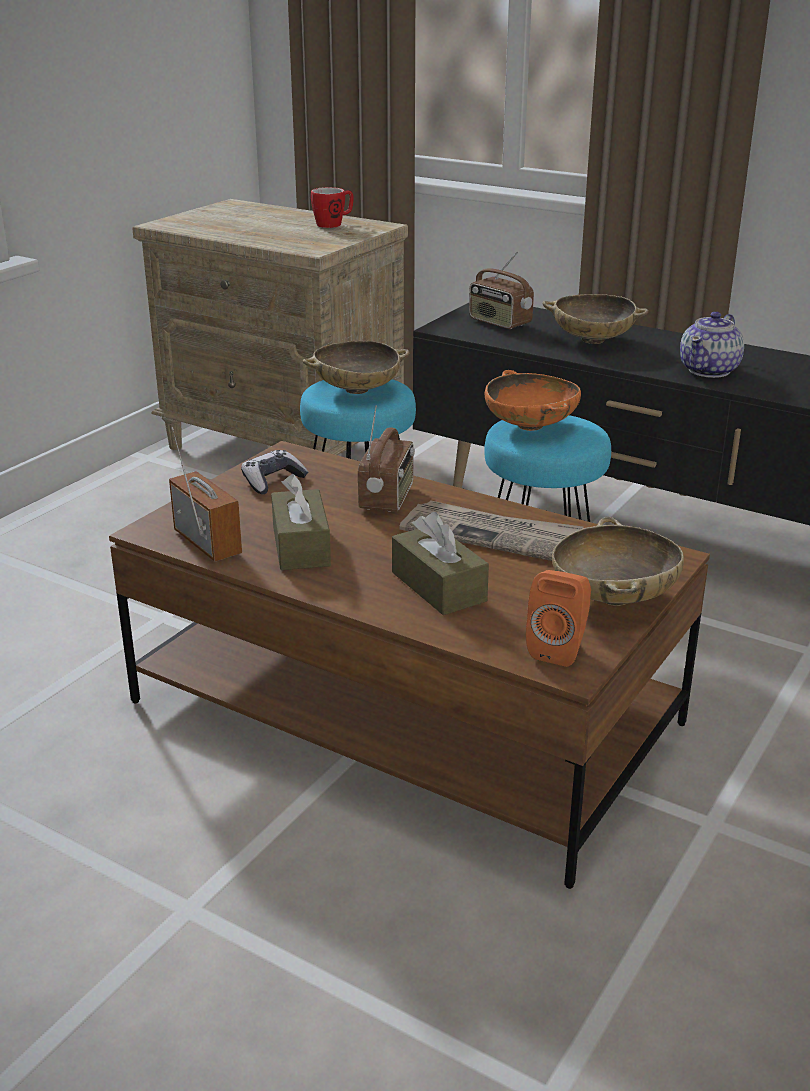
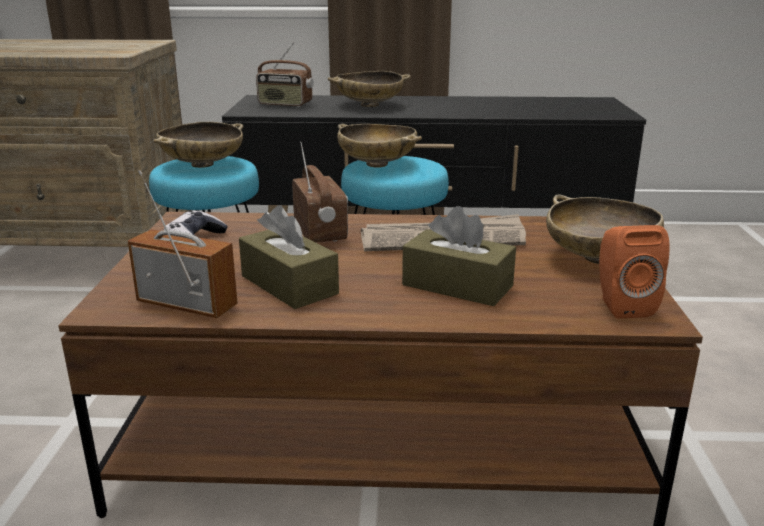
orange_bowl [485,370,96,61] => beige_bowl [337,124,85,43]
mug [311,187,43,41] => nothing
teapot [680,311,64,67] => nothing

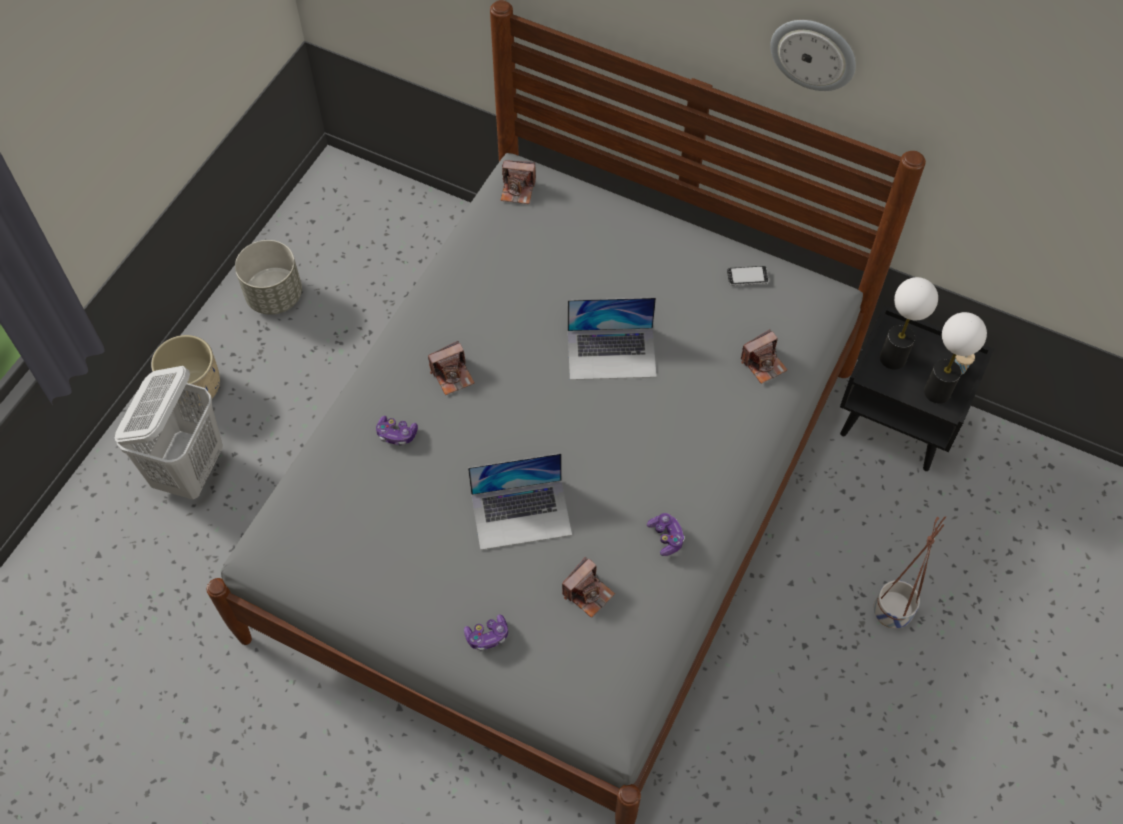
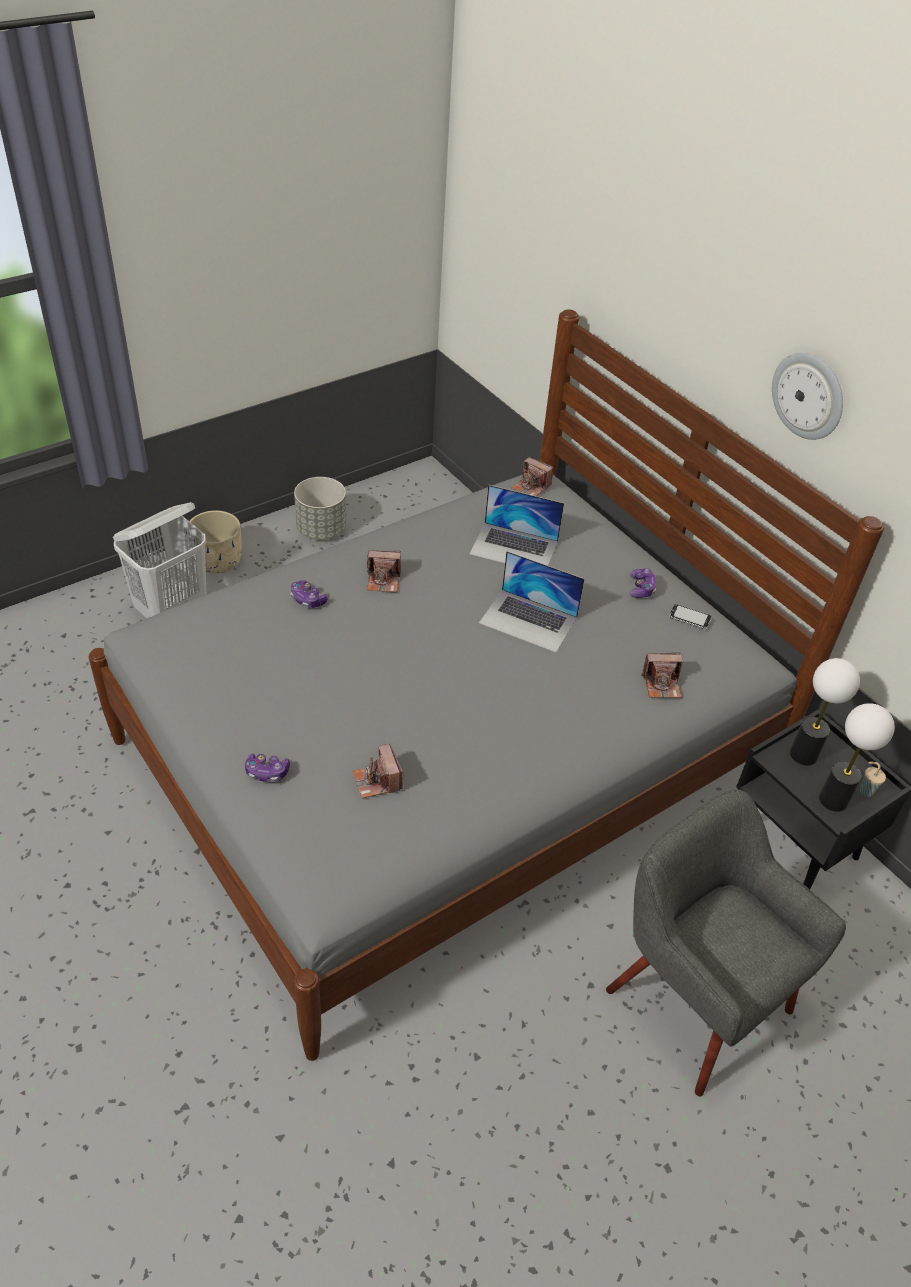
photo_camera [562,557,53,61] => photo_camera [353,744,50,55], 90 degrees clockwise
laptop [468,453,104,97] => laptop [469,485,95,80], moved
planter [874,516,72,112] => grey_armchair [606,789,240,307]
game_controller [647,513,38,43] => game_controller [630,568,26,30], moved

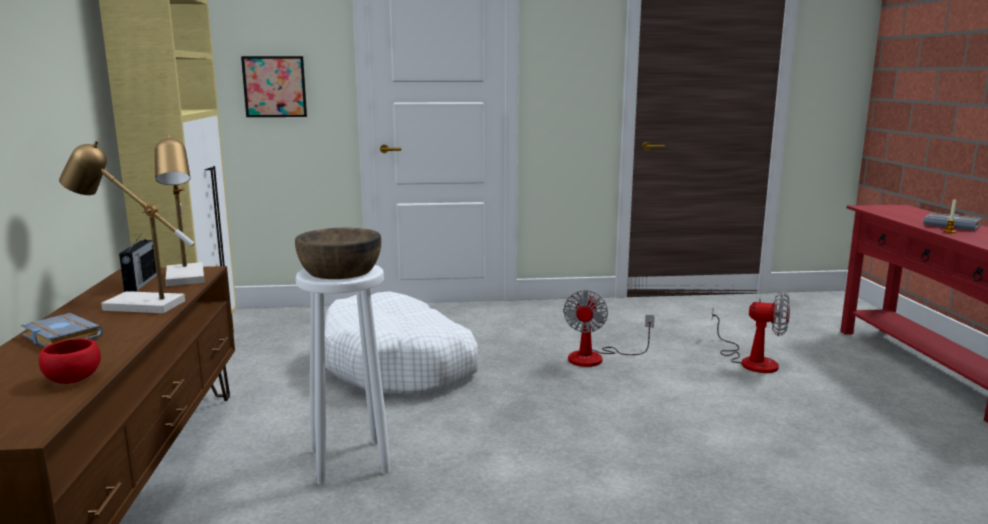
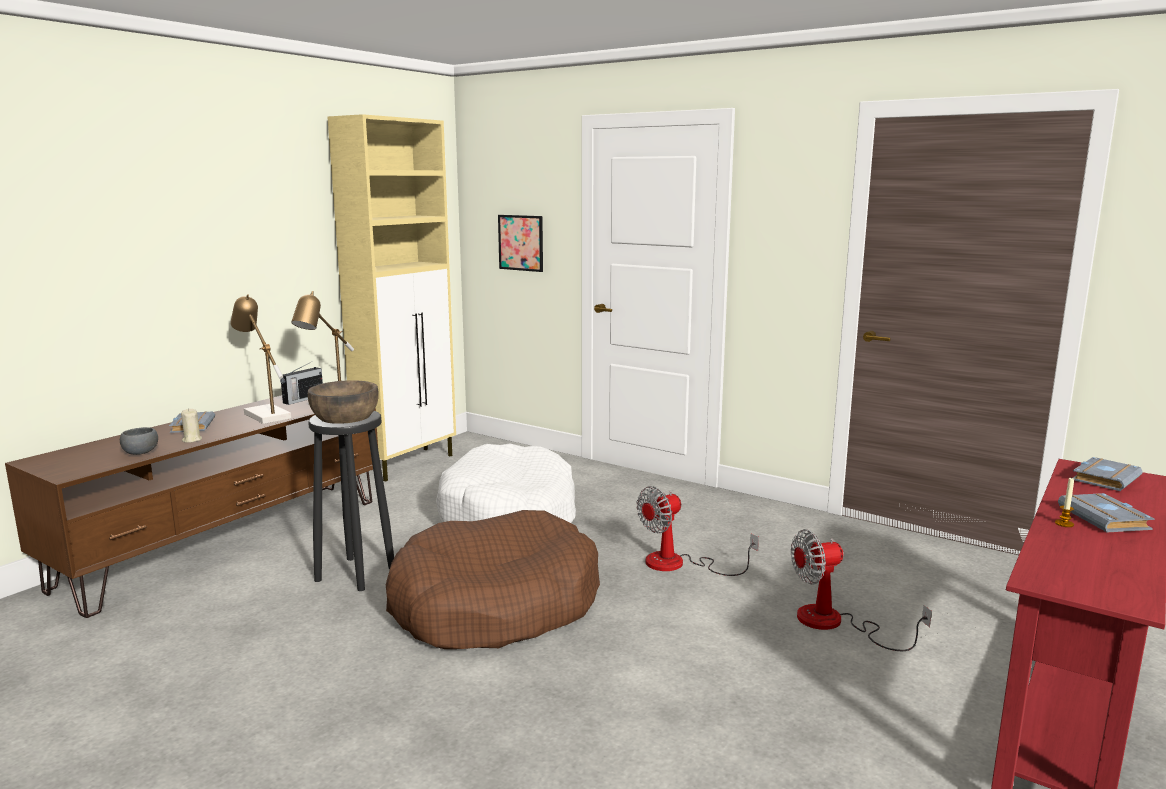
red_bowl [39,338,62,46] => grey_bowl [120,427,38,28]
nothing => beige_candle [181,408,21,35]
white_stool [296,265,94,220] => black_stool [308,411,86,180]
nothing => brown_dog_bed [386,510,214,139]
fan [712,292,78,81] => fan [791,529,141,122], 105 degrees clockwise
nothing => grey_book [1073,457,70,34]

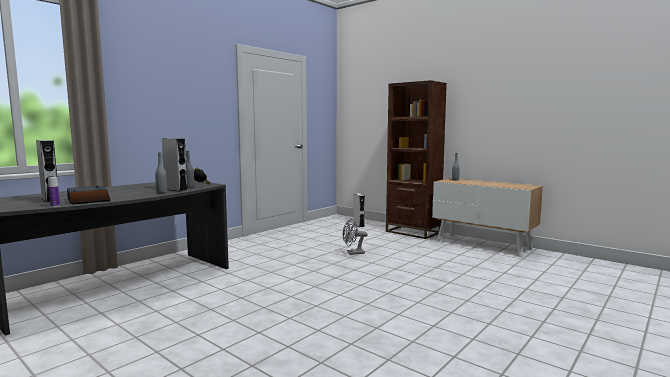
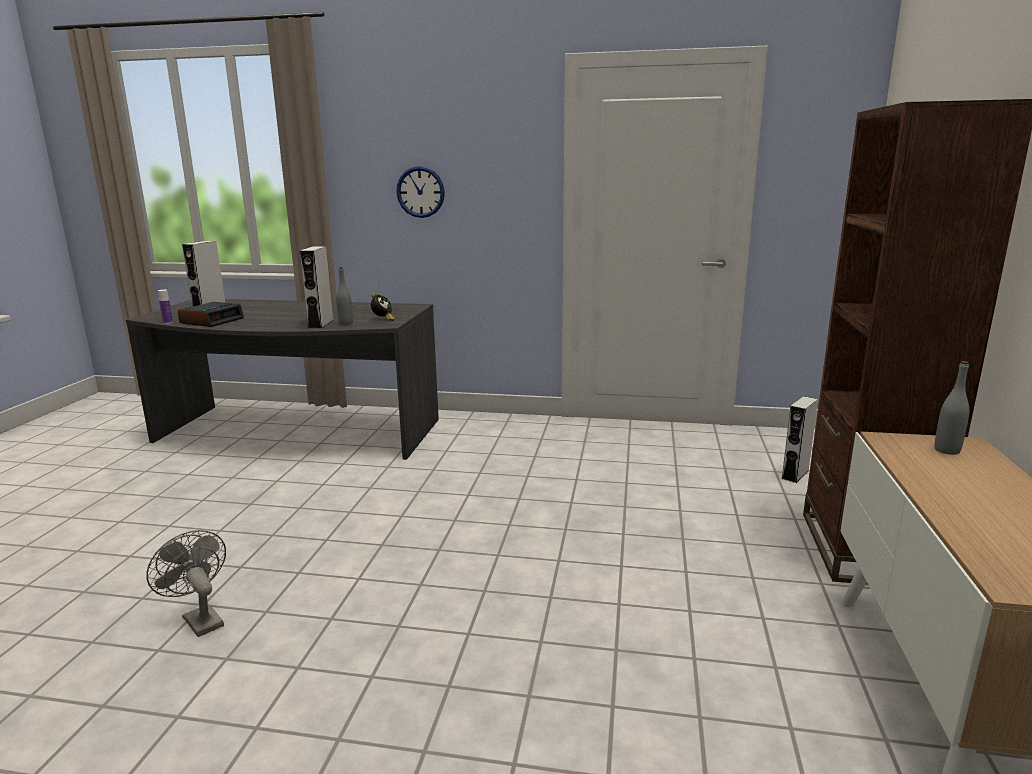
grey_fan [342,219,26,36] => grey_fan [146,530,80,107], moved
nothing => wall_clock [396,166,49,52]
grey_bottle [155,153,12,40] => nothing

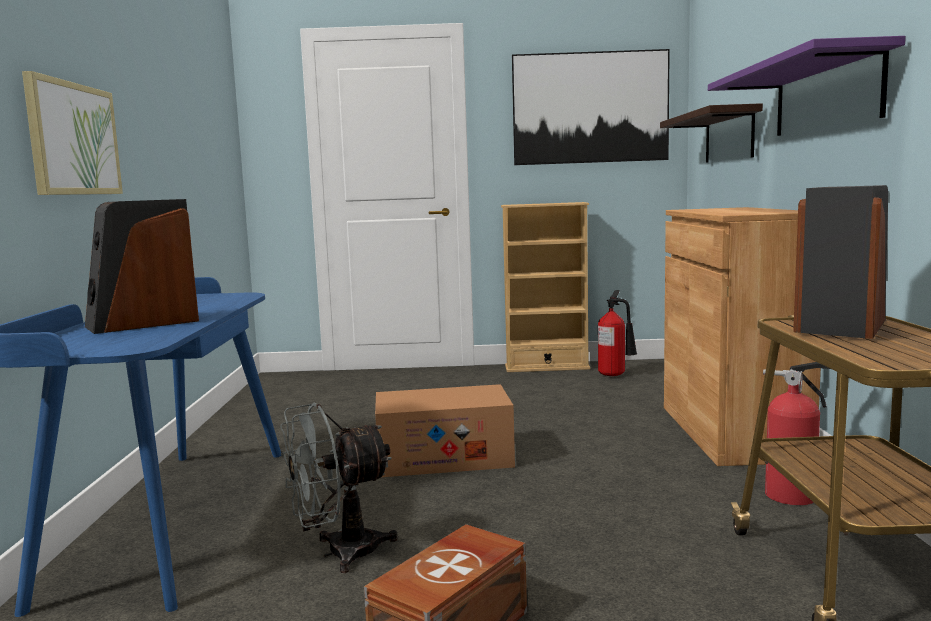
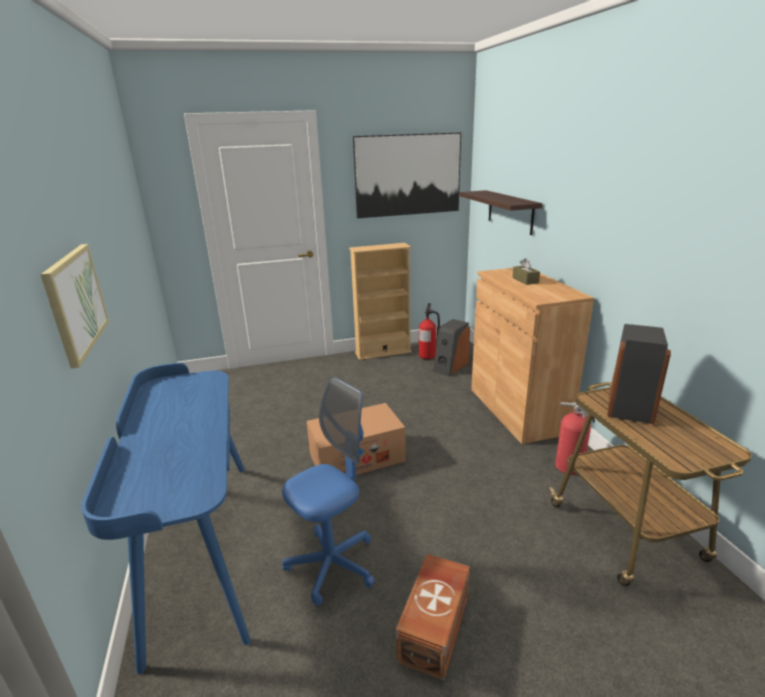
grey_fan [280,403,118,170] => blue_office_chair [282,377,93,229]
speaker [85,199,114,135] => speaker [433,319,37,57], moved
nothing => brown_tissue_box [512,258,28,27]
purple_shelf [708,36,198,100] => nothing

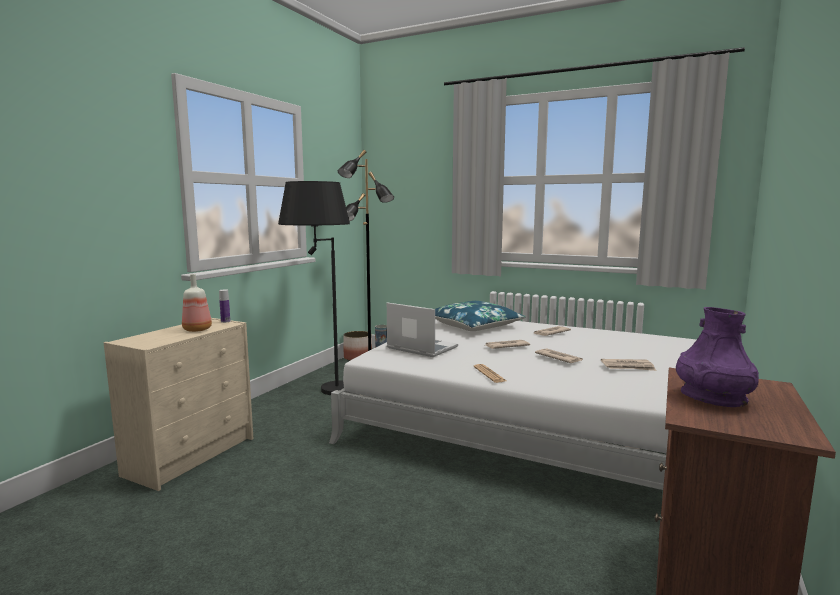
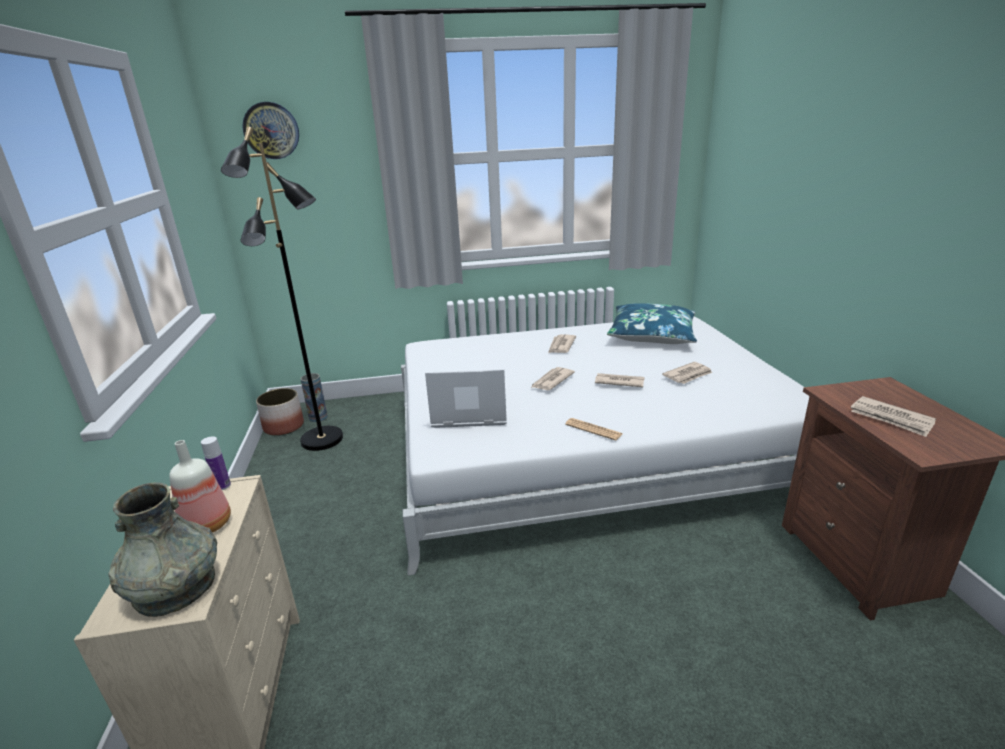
nothing => grey_vase [108,482,109,135]
nothing => wall_clock [242,102,57,57]
blue_pillow [435,301,91,30] => blue_pillow [607,303,90,41], moved
purple_vase [676,307,83,100] => newspaper [851,396,85,41]
black_floor_lamp [278,181,72,214] => nothing

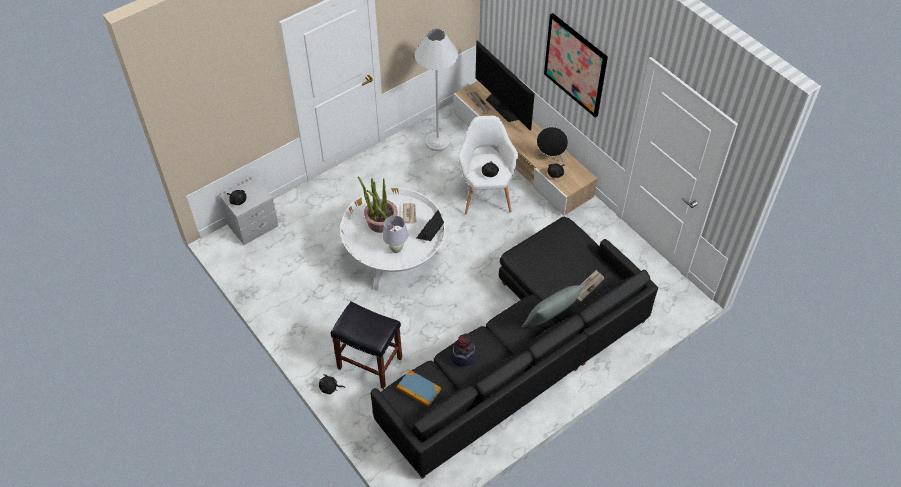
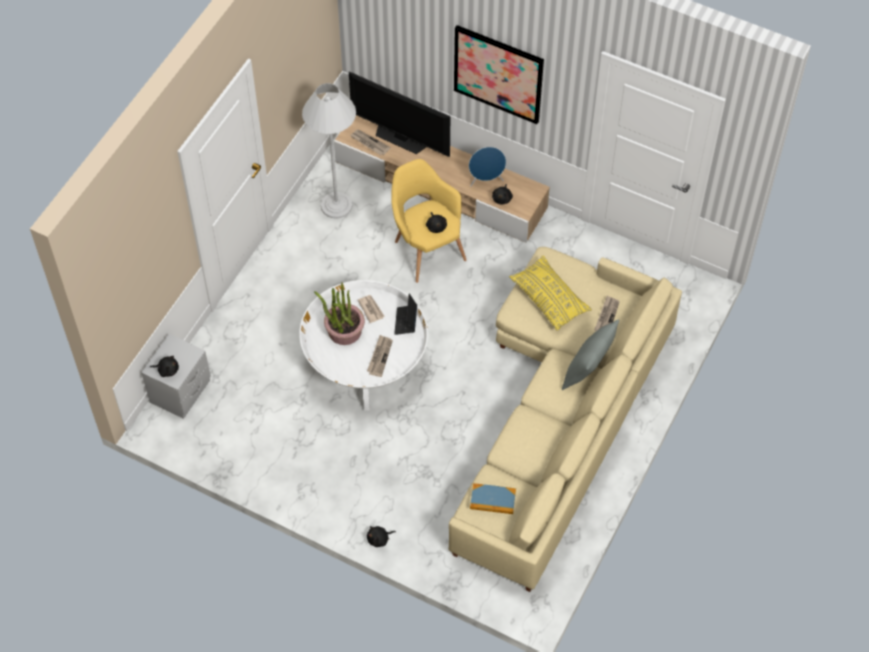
white_table_lamp [382,215,26,38] => newspaper [367,335,26,42]
white_armchair [458,116,60,98] => yellow_armchair [391,159,75,124]
black_sofa [370,216,288,263] => beige_sofa [449,247,233,345]
black_speaker [536,127,32,35] => blue_speaker [469,147,37,40]
nothing => yellow_pillow [509,256,83,74]
black_stool [331,301,71,88] => nothing
hat [450,333,27,33] => nothing

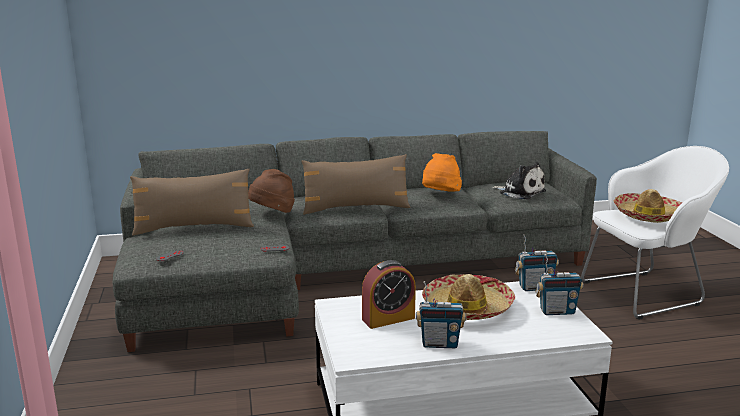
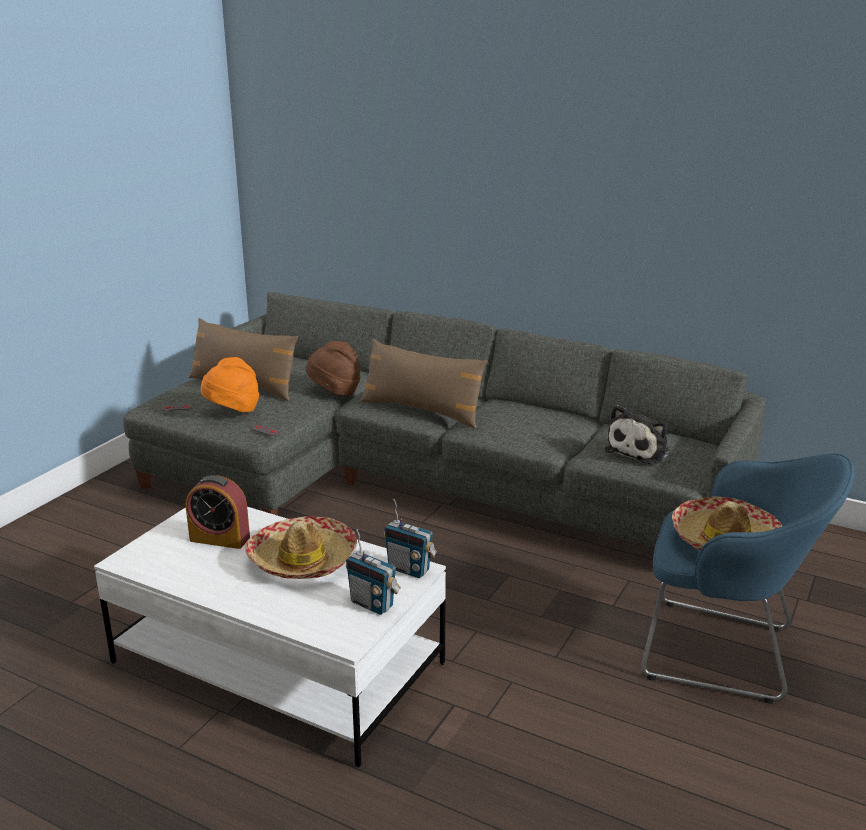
orange_hat [422,153,40,39] => orange_hat [201,357,58,55], moved
plush_toy [492,162,54,37] => plush_toy [605,405,65,59], 45 degrees clockwise
white_armchair [581,146,148,174] => blue_armchair [641,453,213,251]
radio [416,281,50,67] => nothing

